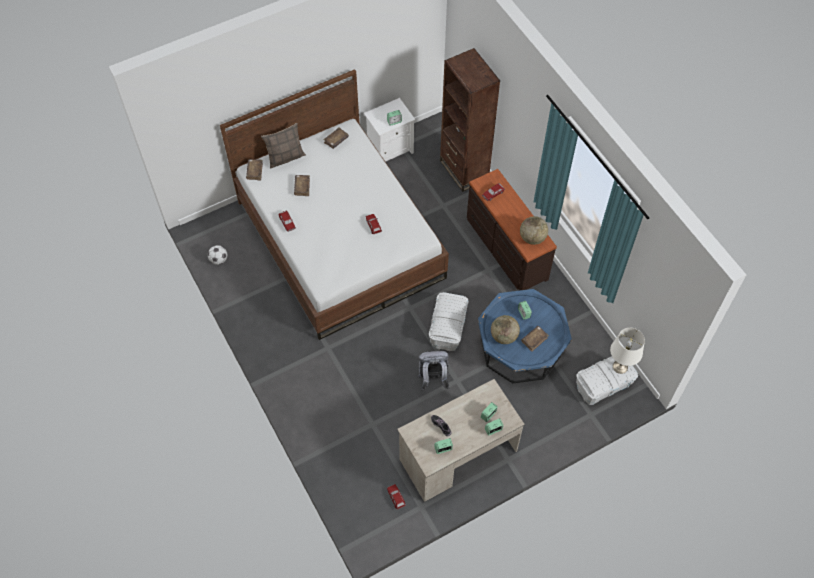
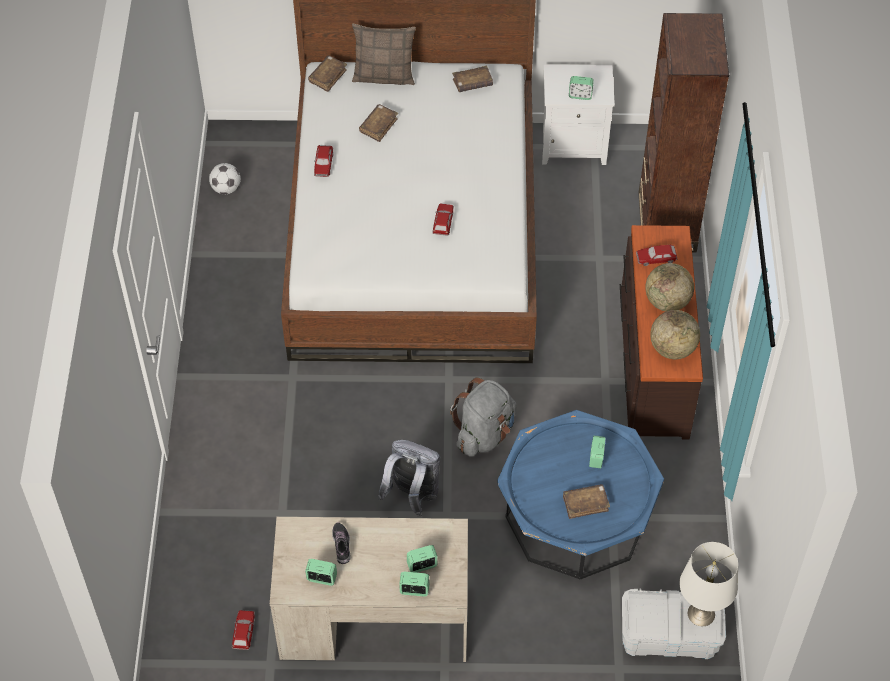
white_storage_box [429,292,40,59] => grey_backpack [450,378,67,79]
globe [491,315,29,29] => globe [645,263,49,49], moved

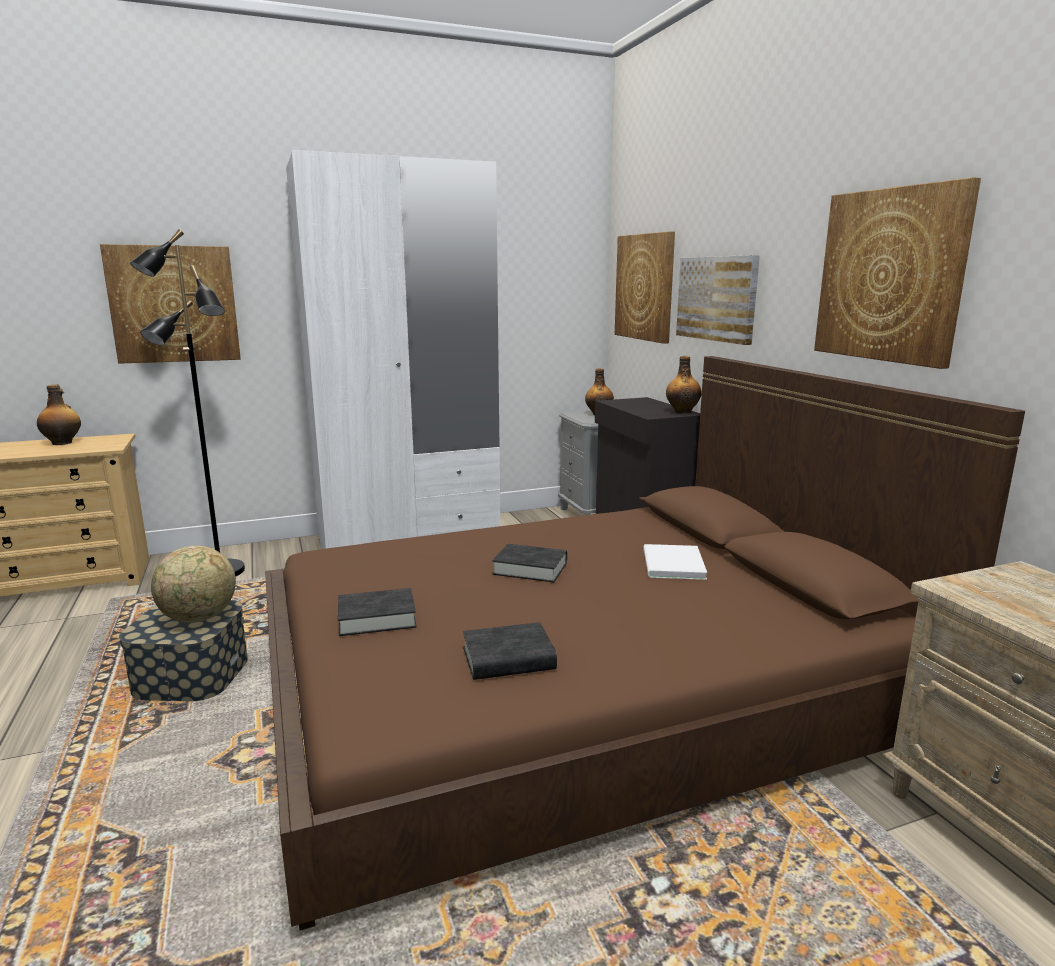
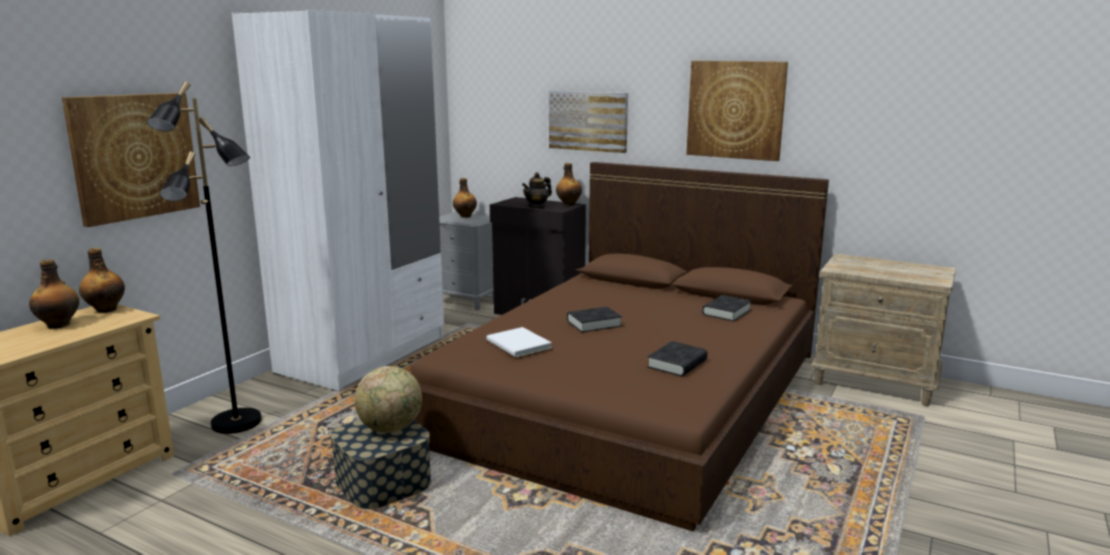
nothing => bottle [79,248,46,65]
white_book [643,544,64,36] => white_book [487,327,65,30], moved
nothing => teapot [522,172,30,37]
black_book [338,588,79,48] => black_book [702,295,49,26], moved
picture [615,231,60,113] => nothing

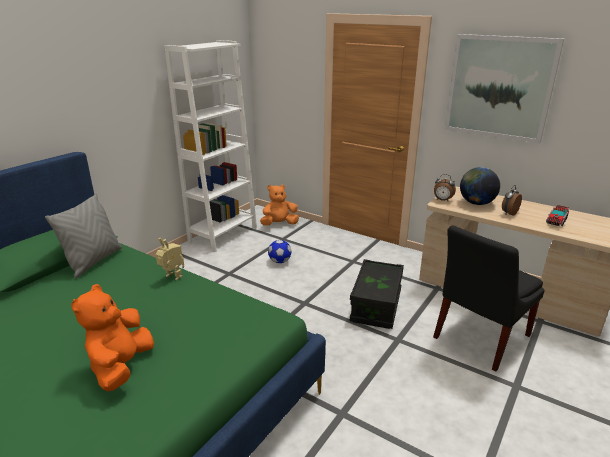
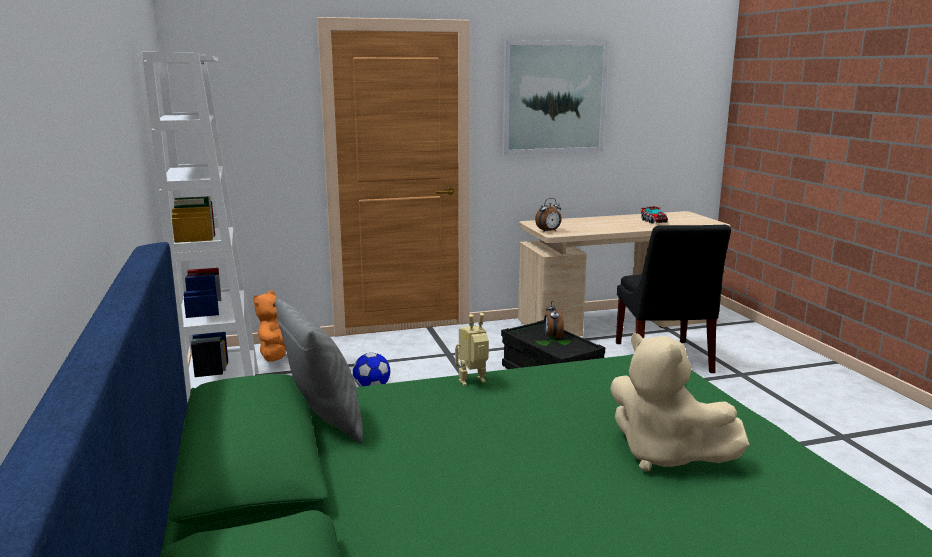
alarm_clock [502,185,20,31] => alarm_clock [544,301,20,39], moved
orange_plush_toy [71,284,83,107] => beige_plush_toy [610,332,140,139]
globe [460,167,40,38] => nothing

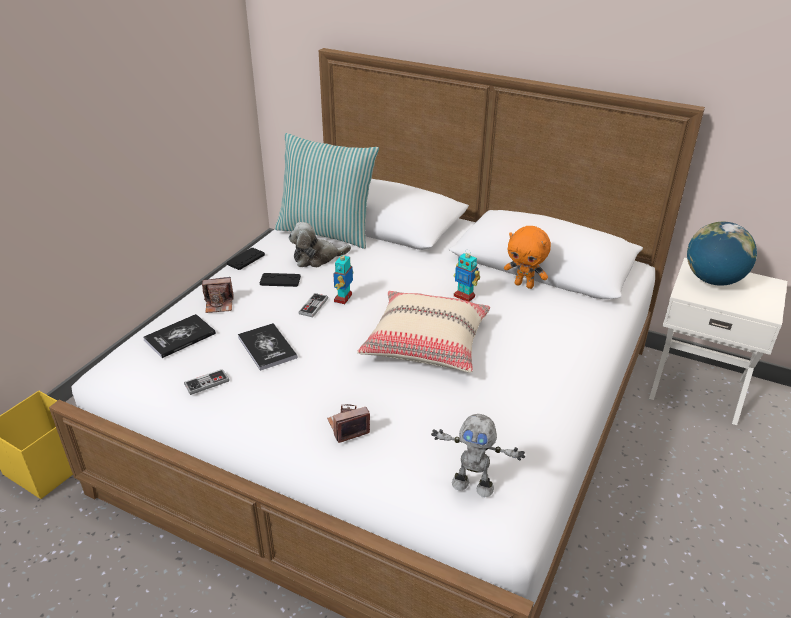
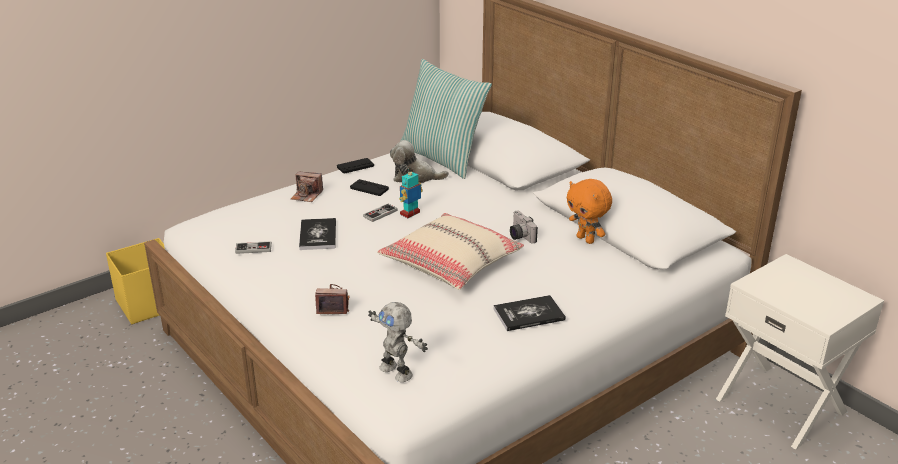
book [143,314,73,44] => book [494,295,72,36], moved
toy_robot [453,249,27,53] => photo_camera [510,211,28,32]
globe [687,222,70,64] => nothing

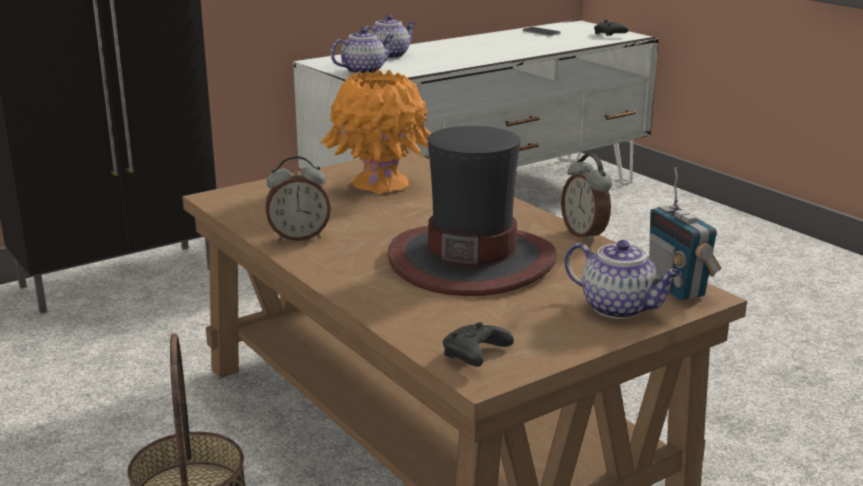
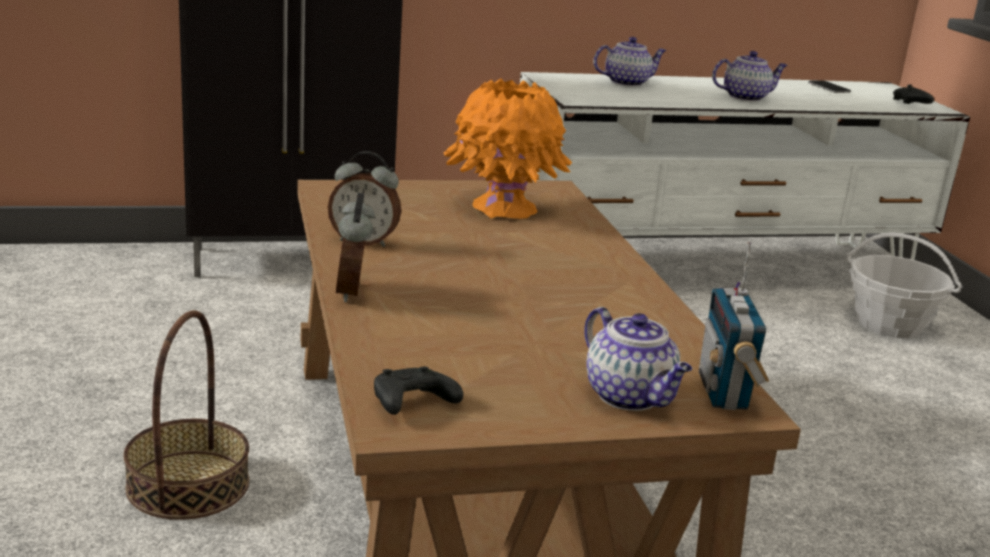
alarm_clock [561,154,51,88] => alarm_clock [336,193,39,109], moved
teapot [331,28,63,46] => teapot [712,51,76,51], moved
nothing => basket [846,232,116,106]
hat [388,126,169,170] => nothing

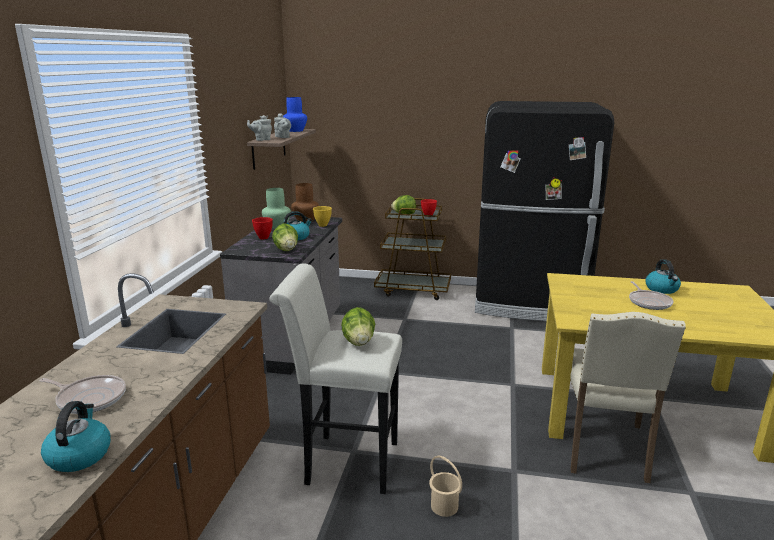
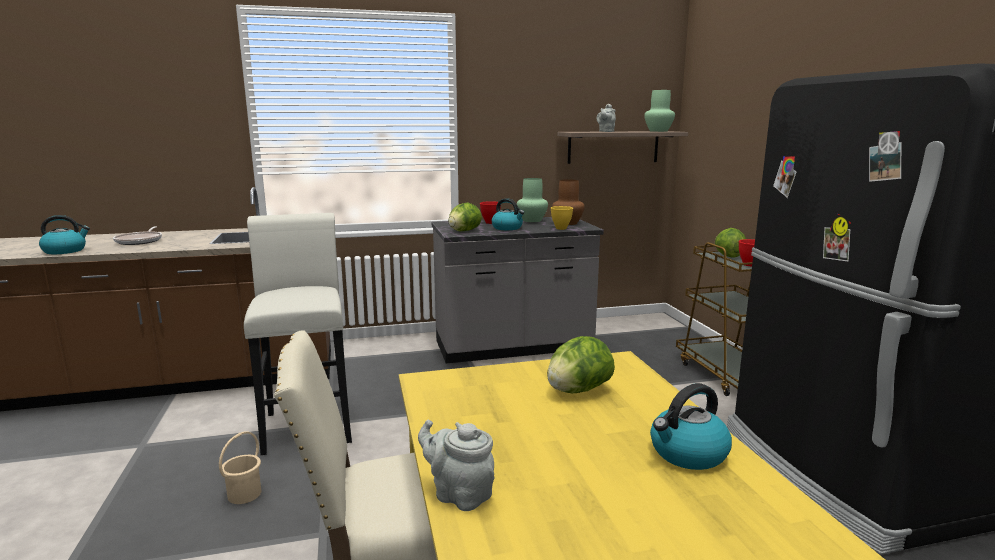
grey_teapot [247,115,25,26] => grey_teapot [418,420,77,91], moved
lettuce [341,307,34,39] => lettuce [547,336,68,57], moved
blue_vase [283,97,24,35] => green_vase [644,90,31,42]
frying_pan [629,281,45,29] => nothing

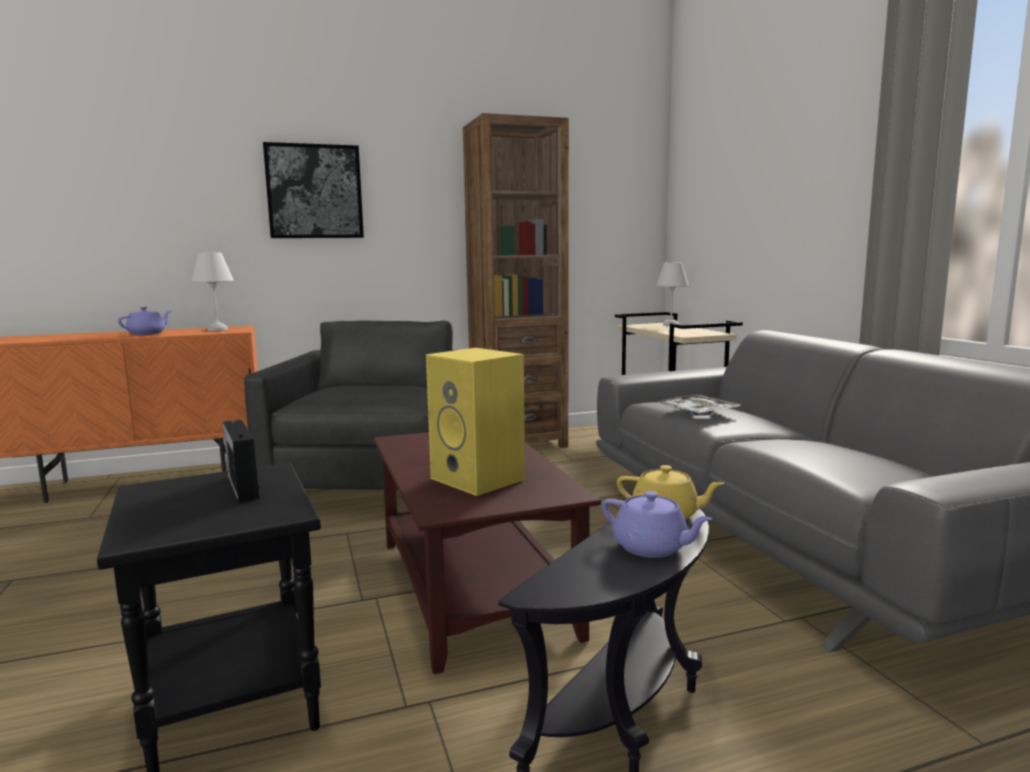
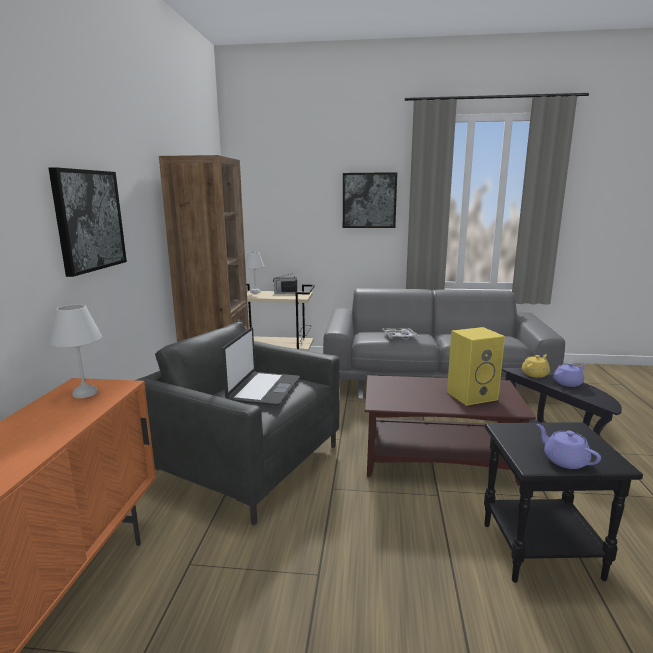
nothing => laptop [222,327,78,79]
radio [223,420,36,82] => radio [273,273,24,21], moved
nothing => picture [343,172,54,56]
purple_teapot [118,307,55,28] => purple_teapot [537,424,64,45], moved

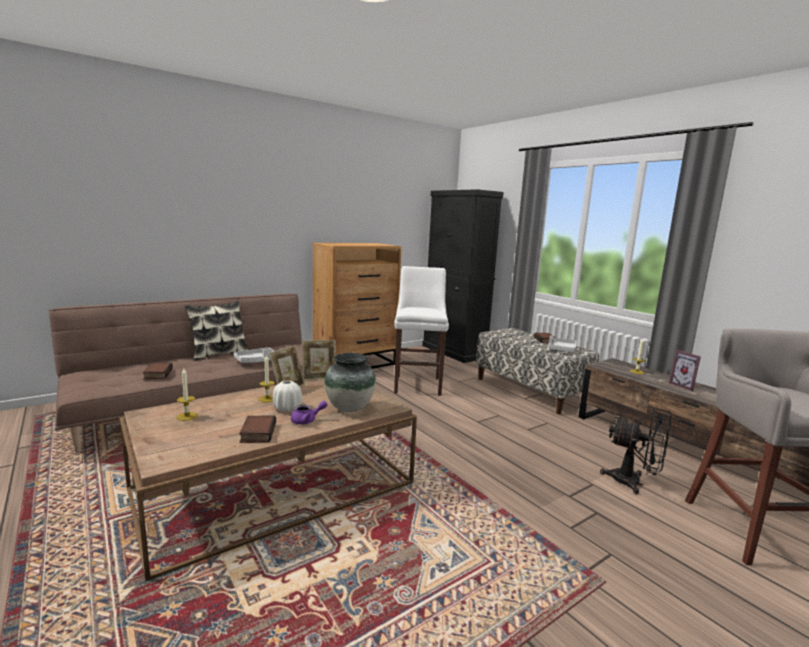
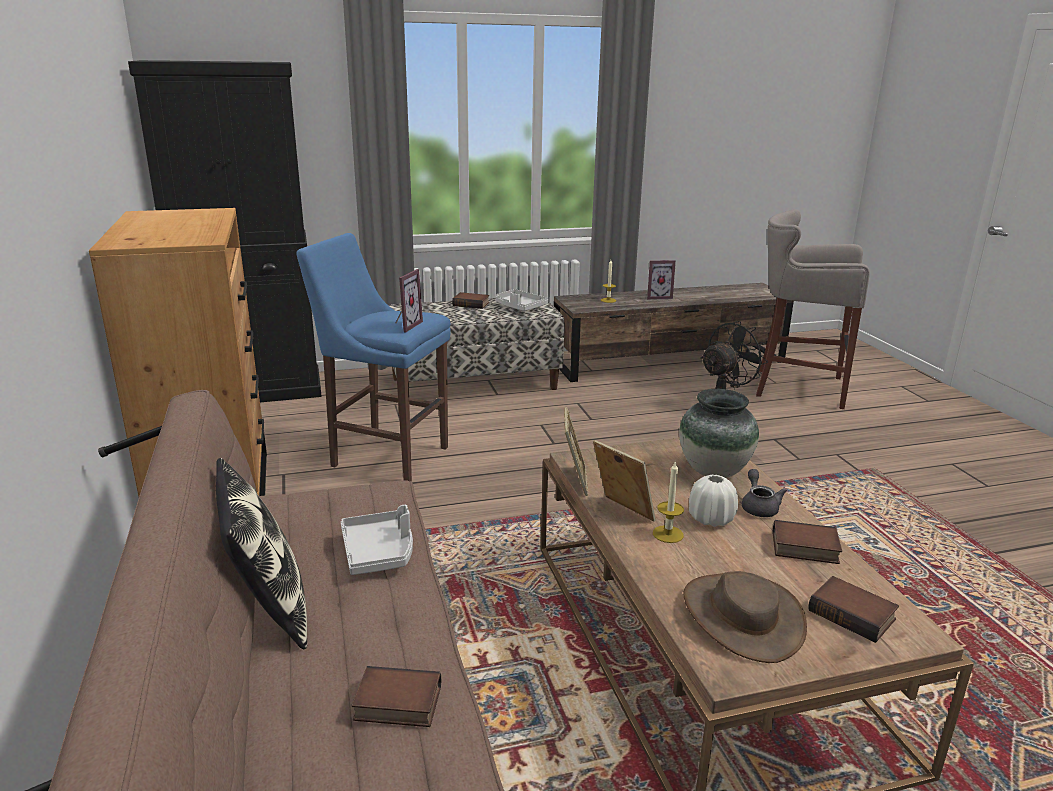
white_stool [394,266,55,130] => blue_stool [296,233,155,248]
nothing => picture_frame [395,269,28,64]
candle [177,368,21,53] => brown_hat [684,571,123,92]
purple_teapot [291,401,37,23] => grey_teapot [742,469,45,48]
nothing => book [809,576,90,67]

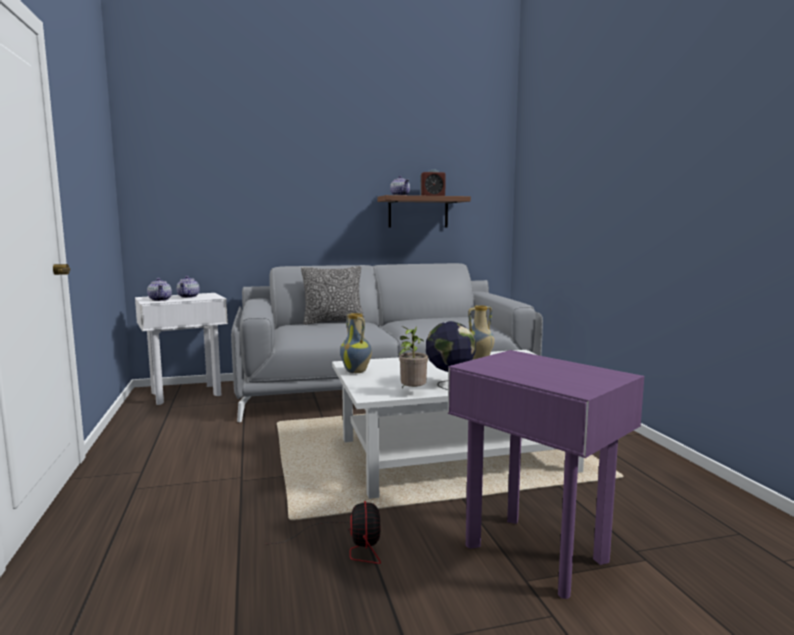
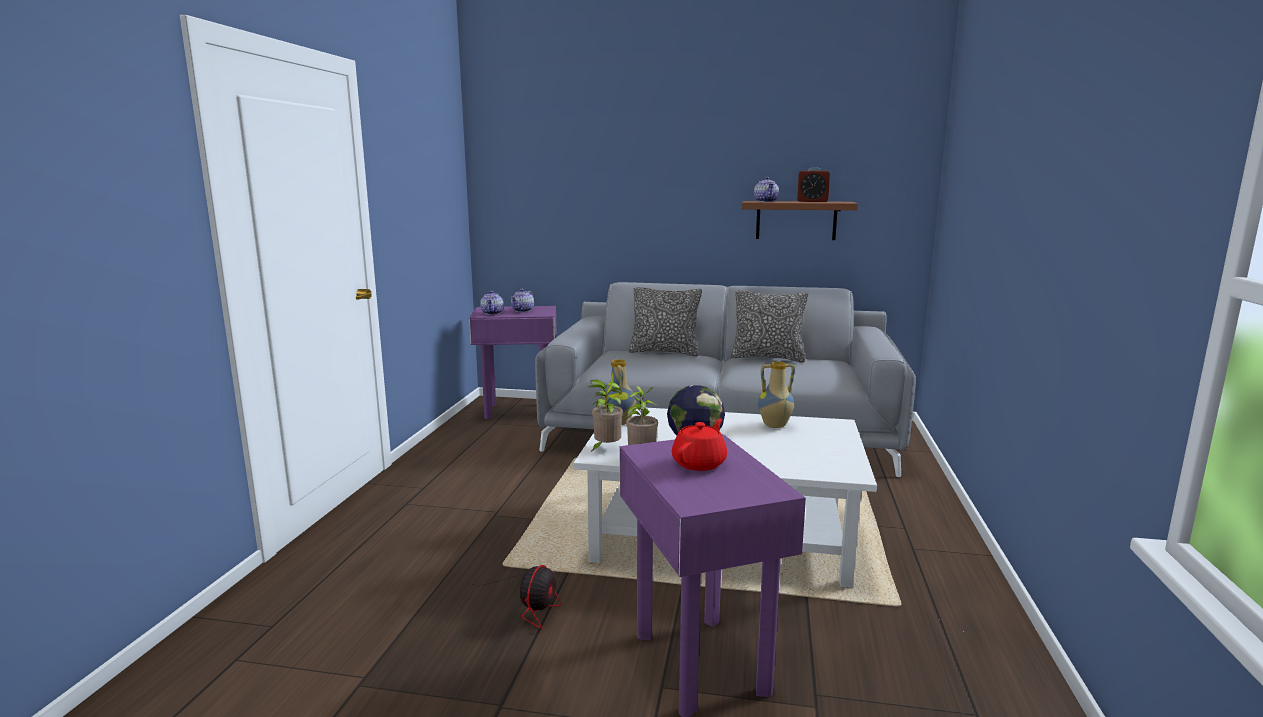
white_side_table [135,293,93,112] => purple_side_table [469,306,88,113]
nothing => potted_plant [588,380,35,72]
nothing => red_teapot [672,419,55,52]
nothing => pillow [731,290,77,73]

